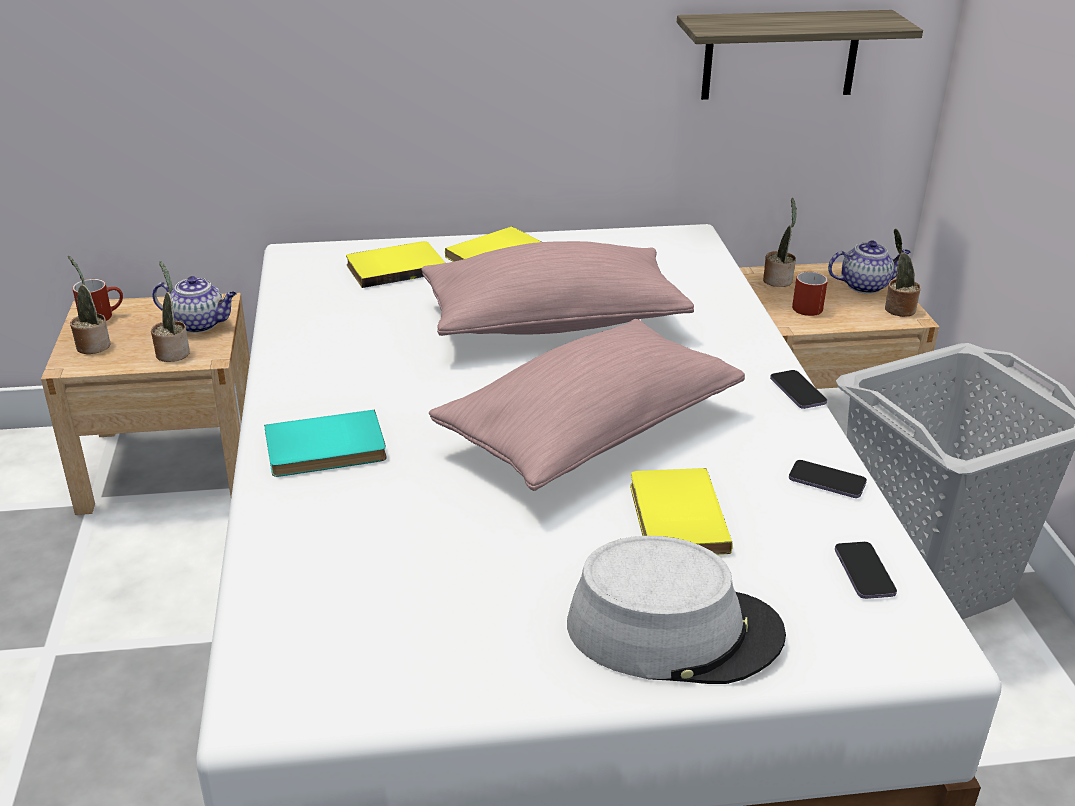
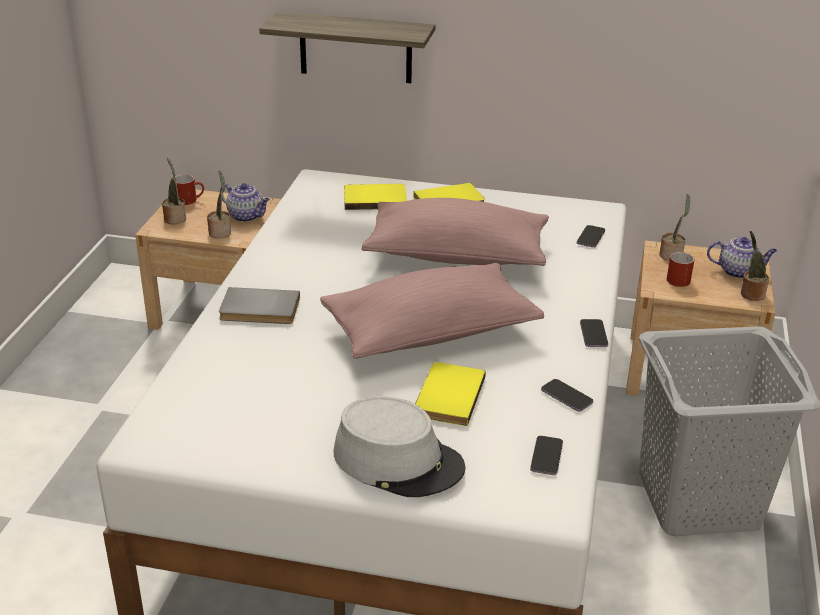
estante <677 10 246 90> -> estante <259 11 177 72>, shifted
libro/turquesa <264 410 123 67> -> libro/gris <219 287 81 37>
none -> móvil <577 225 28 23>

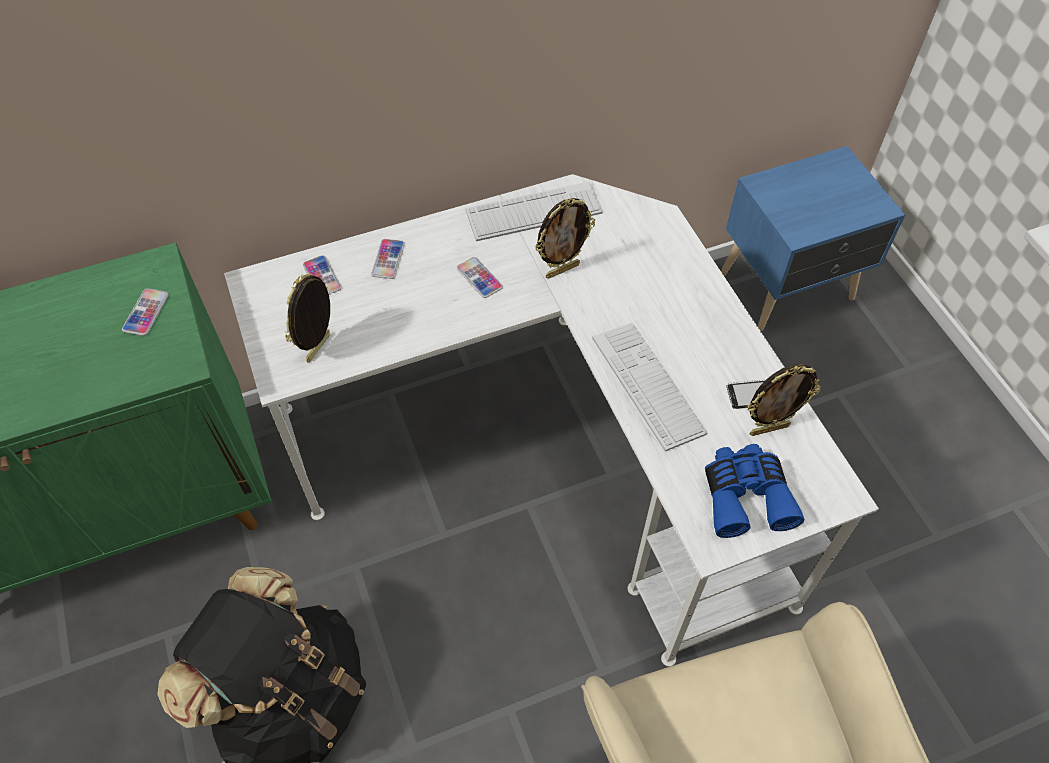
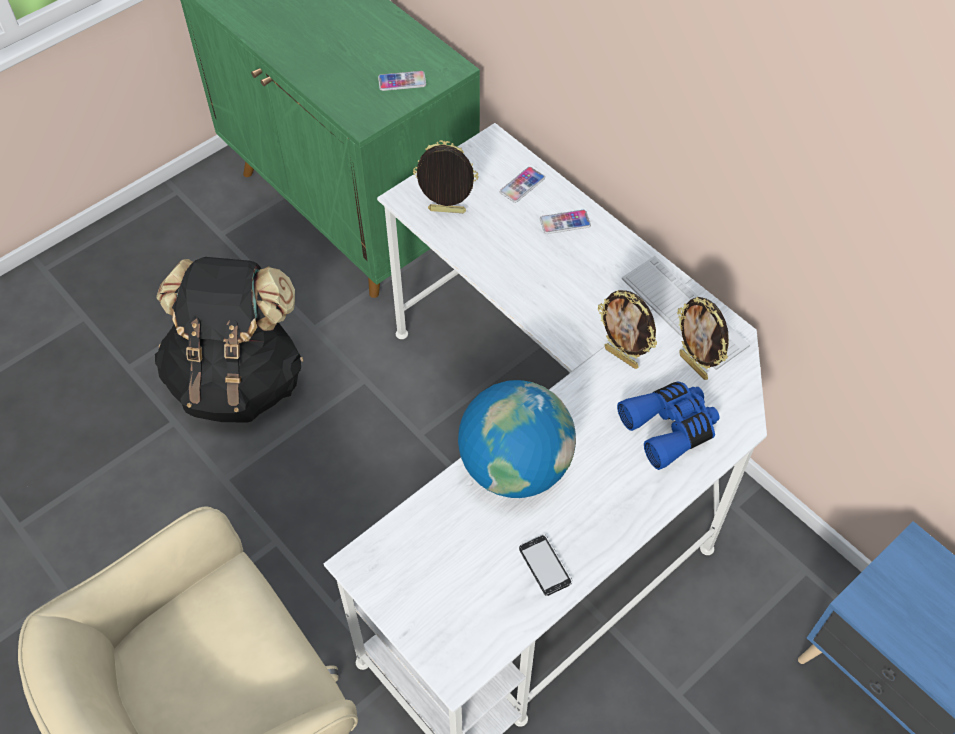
móvil <457 257 46 41> -> none
teclado <592 322 116 129> -> globo terráqueo <458 380 118 118>
portarretratos <747 364 74 72> -> portarretratos <677 297 52 83>, shifted
prismáticos/azul <705 444 99 94> -> prismáticos/azul <617 381 103 89>, shifted

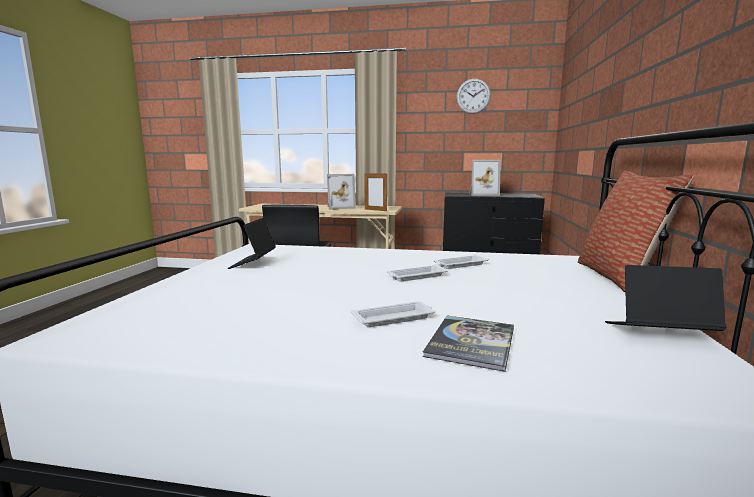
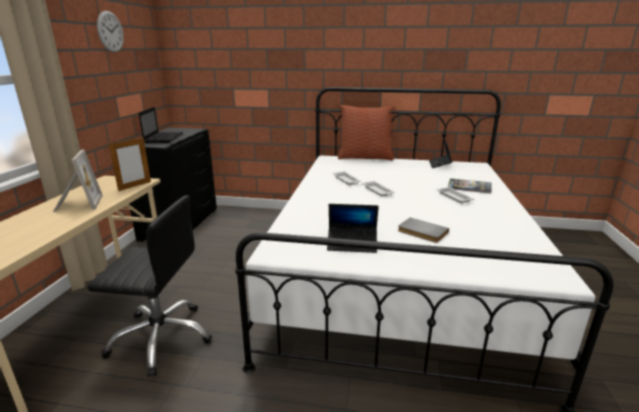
portarretratos <469 160 32 36> -> portátil <139 107 44 36>
none -> libro/gris <398 217 51 26>

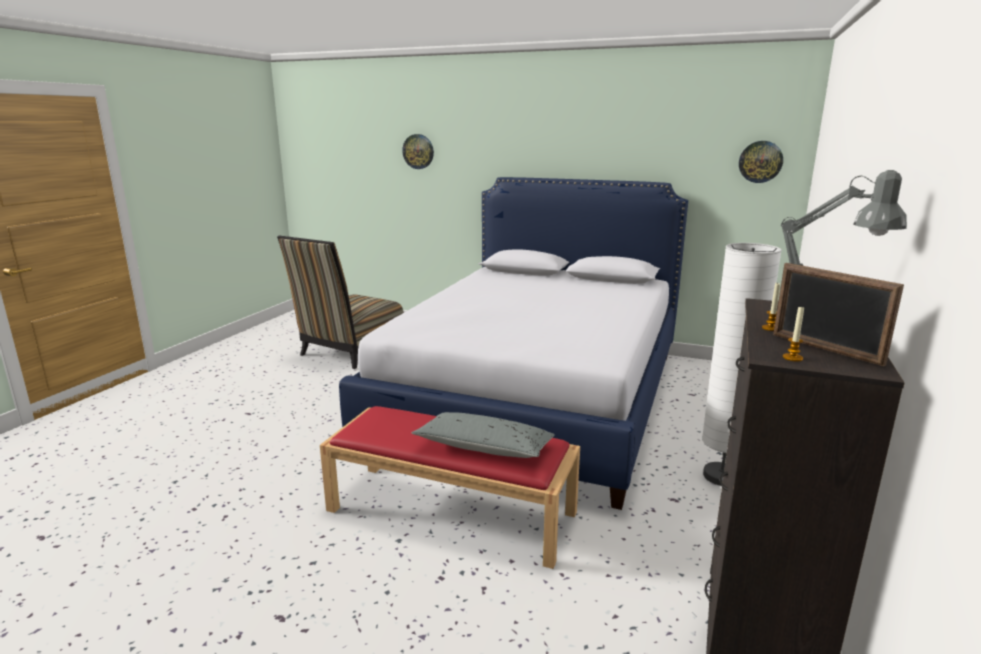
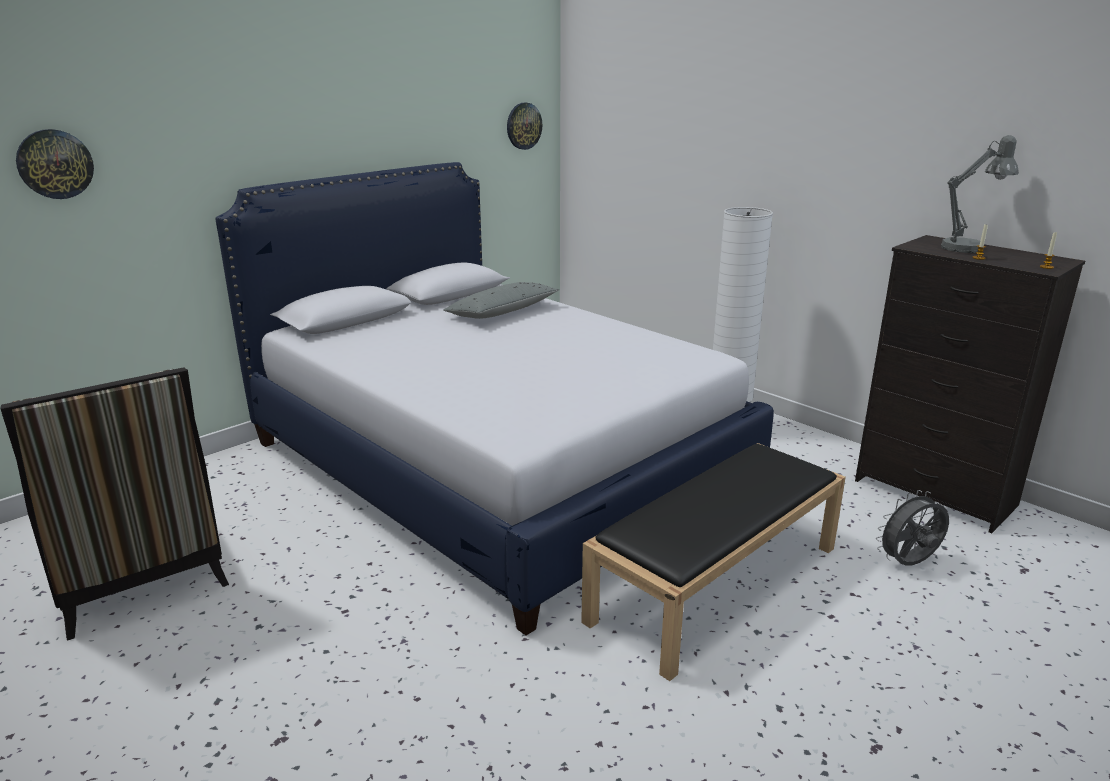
portarretratos <773 263 131 103> -> none
banco/rojo <320 406 260 163> -> banco/negro <581 443 265 238>
cojín/gris <412 412 143 46> -> cojín/gris <443 282 116 37>, shifted
none -> ventilador/gris <876 490 73 75>

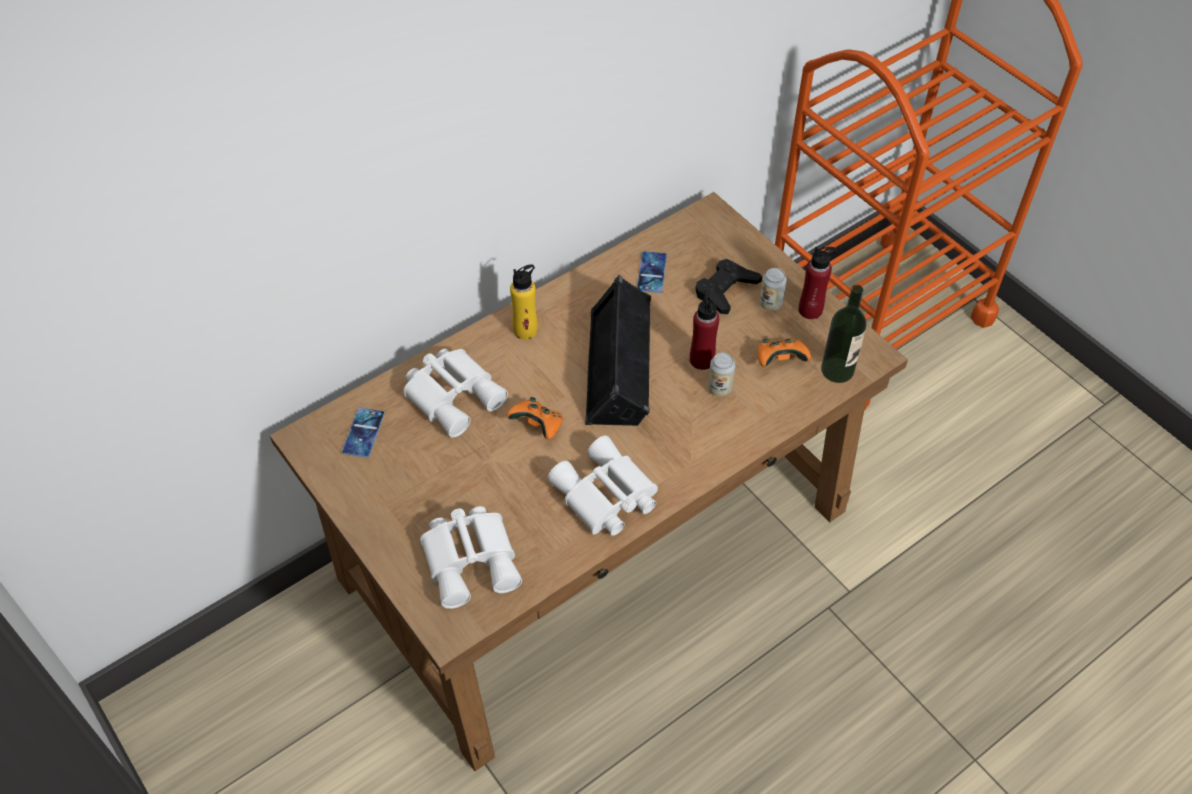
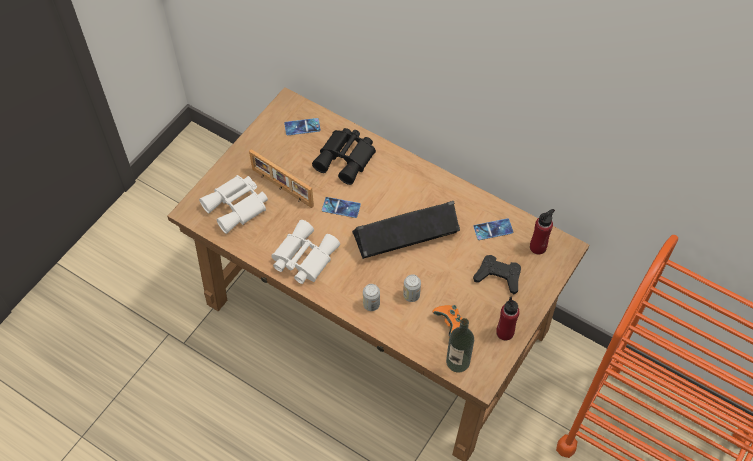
botella/amarillo <510 264 28 76> -> none
lata <759 268 28 43> -> lata <363 284 17 27>, shifted
botella/rojo <690 290 29 80> -> botella/rojo <530 209 25 45>, shifted
prismáticos/blanco <403 349 105 89> -> prismáticos/negro <312 128 64 57>
mando de consola/naranja <507 397 56 43> -> móvil <322 197 39 21>
none -> portarretratos <249 149 65 59>

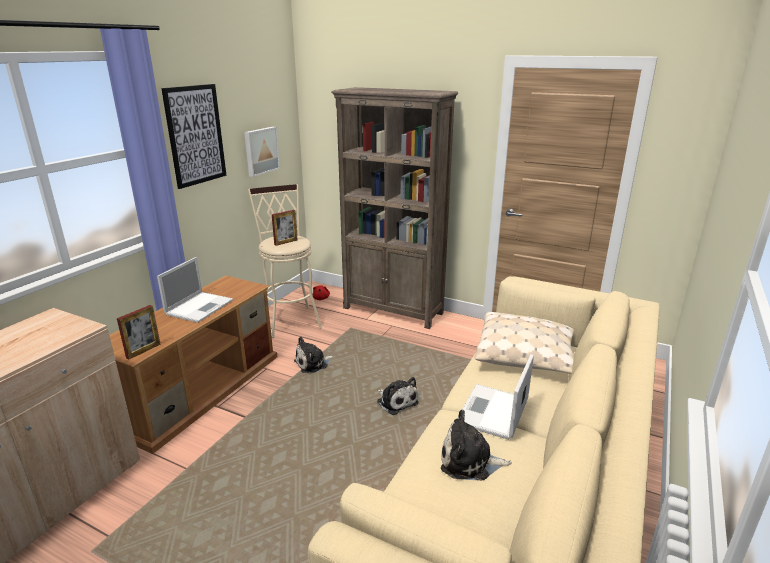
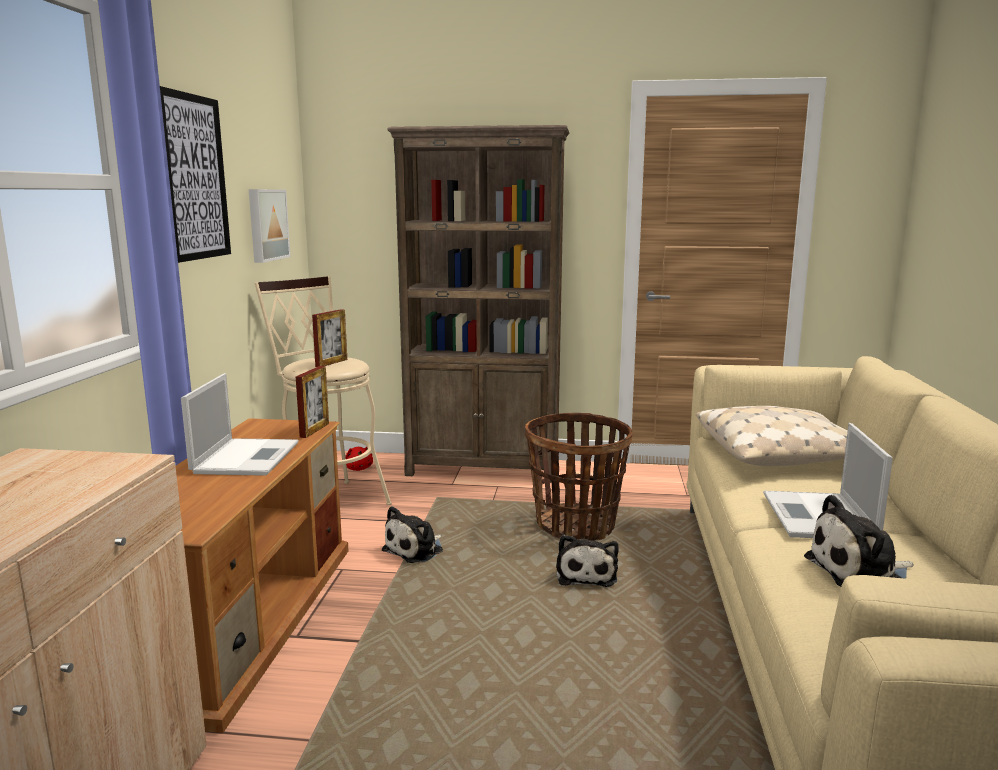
portarretratos <117 305 44 54> -> portarretratos <296 366 33 72>, shifted
peluche <377 377 42 38> -> peluche <556 535 63 52>, 60 degrees clockwise
none -> cesta <525 413 108 128>

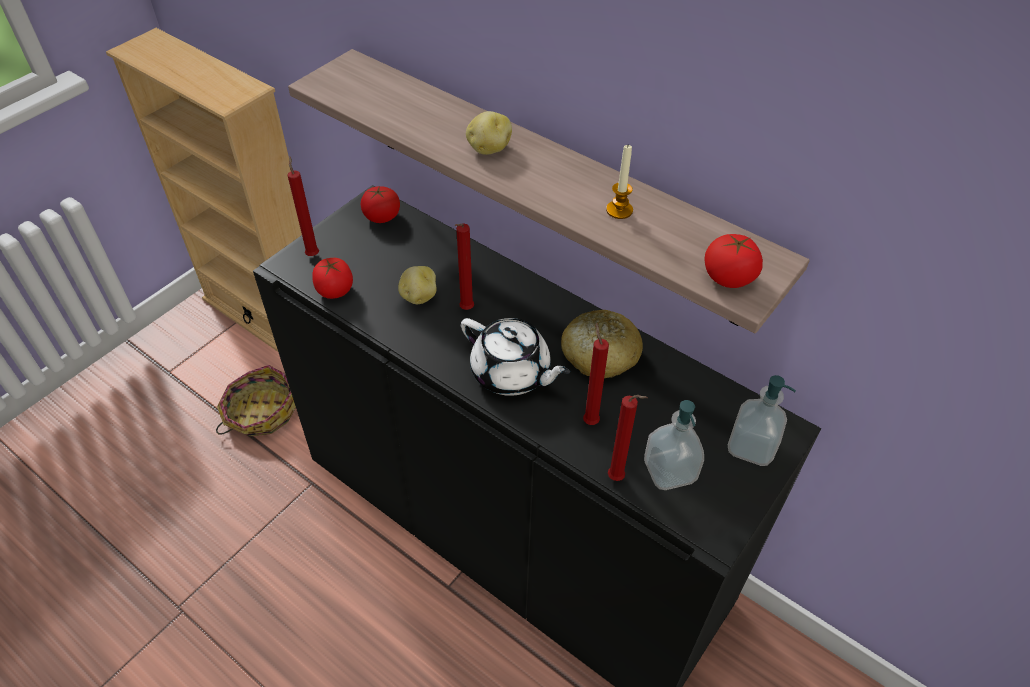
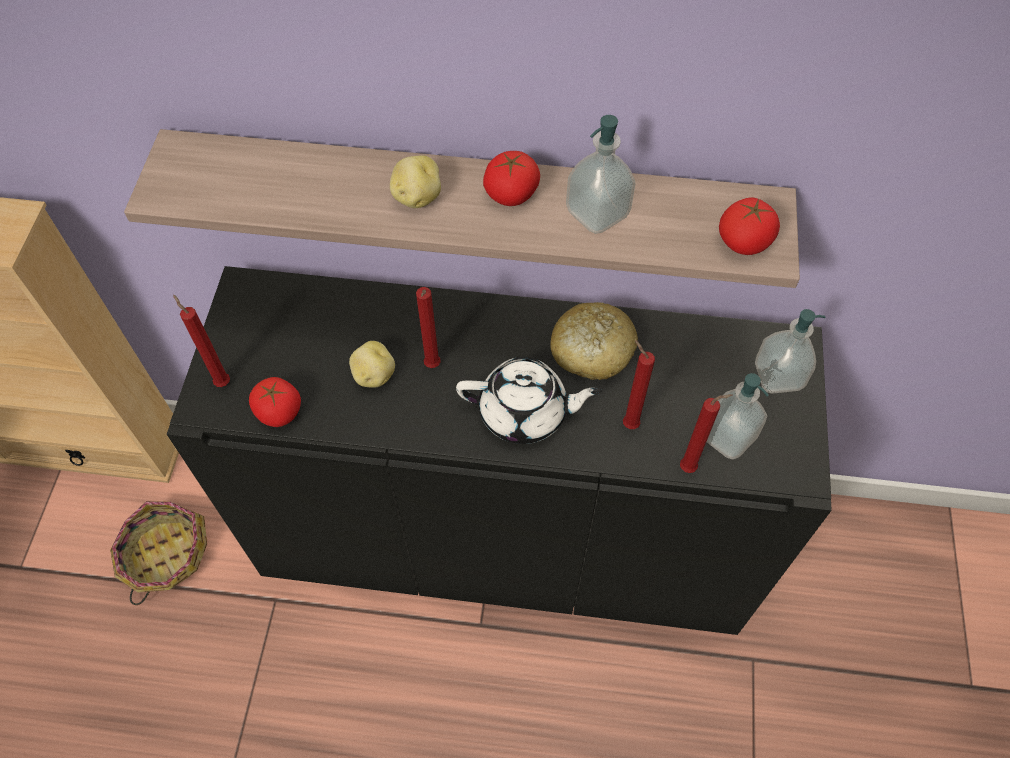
vela <606 145 27 74> -> dispensador de jabón <566 115 70 119>
tomate <361 186 39 37> -> tomate <483 151 57 55>, shifted

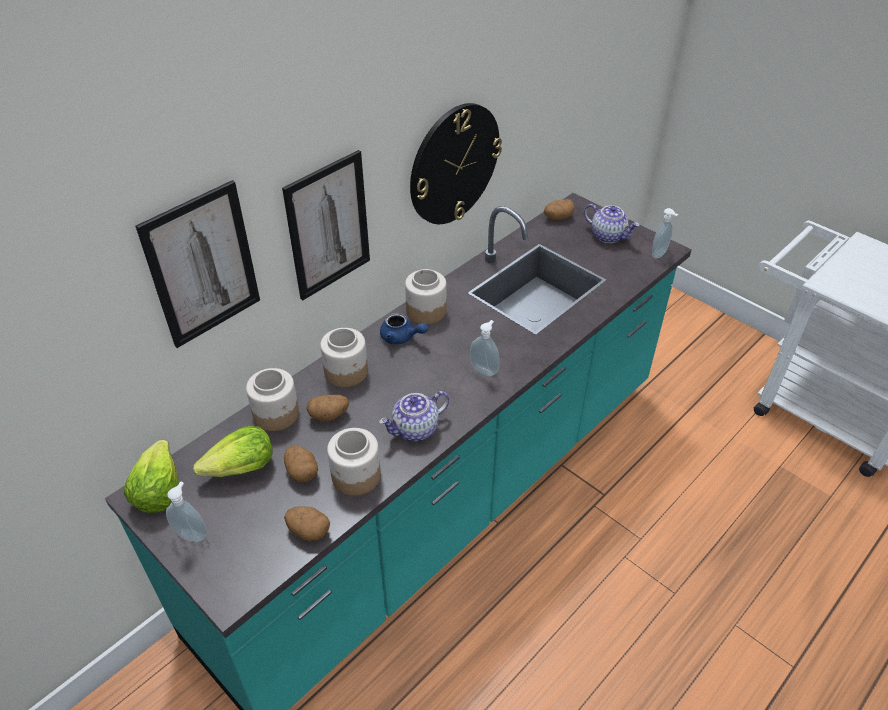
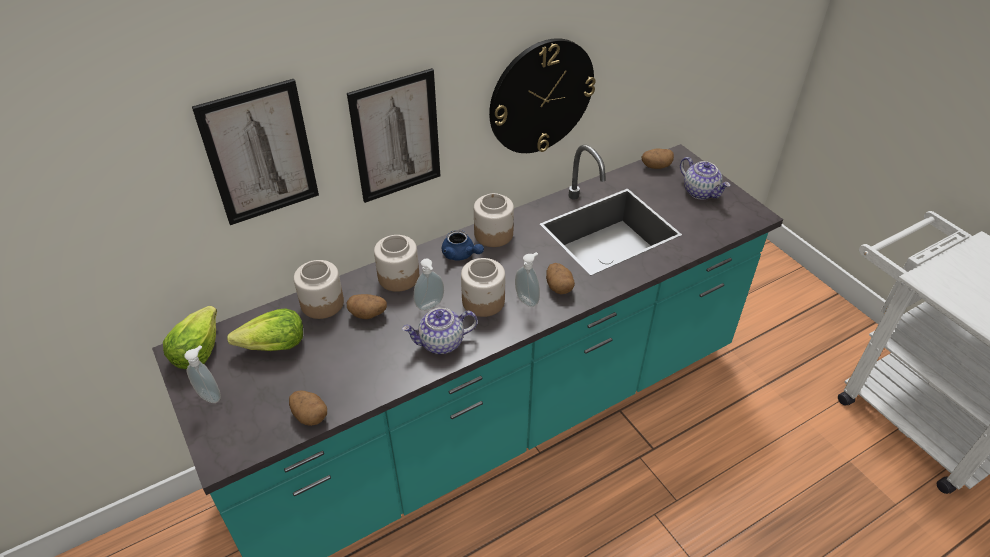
dispensador de jabón <652 208 26 50> -> dispensador de jabón <414 258 30 53>, shifted
tarro <327 428 54 68> -> tarro <461 258 44 59>, shifted
patata <284 446 34 36> -> patata <546 263 29 31>, shifted

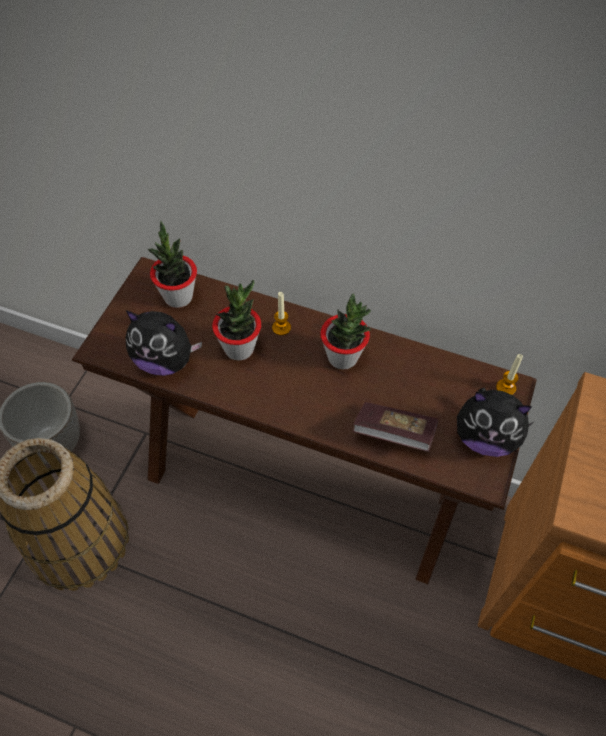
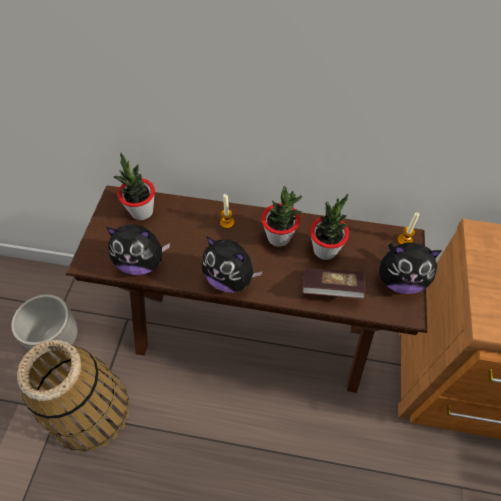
planta en maceta <212 280 49 81> -> planta en maceta <310 194 39 66>, shifted
none -> peluche <202 236 61 56>

